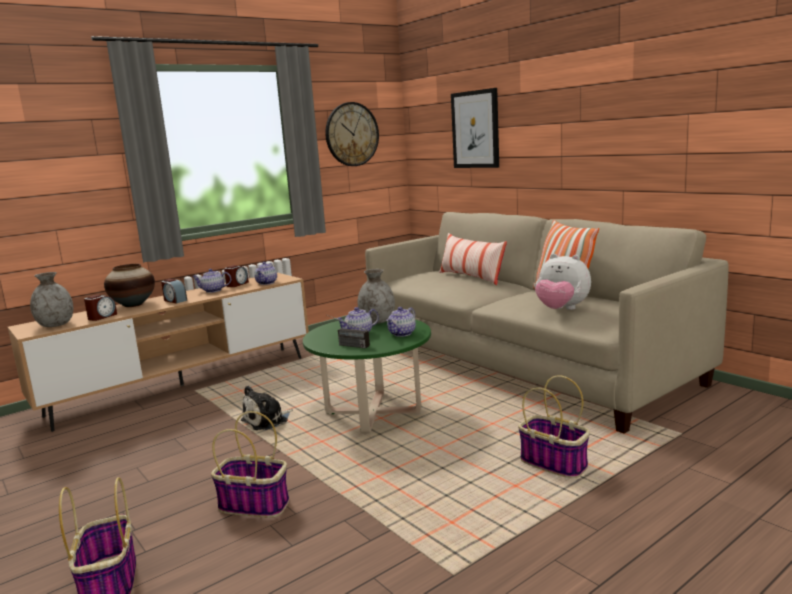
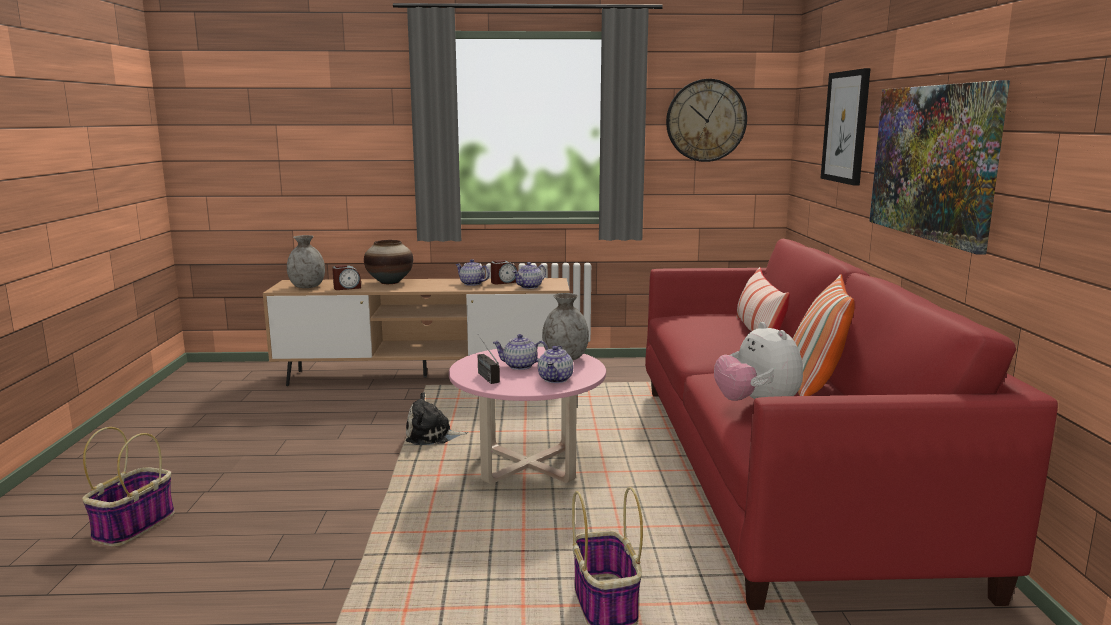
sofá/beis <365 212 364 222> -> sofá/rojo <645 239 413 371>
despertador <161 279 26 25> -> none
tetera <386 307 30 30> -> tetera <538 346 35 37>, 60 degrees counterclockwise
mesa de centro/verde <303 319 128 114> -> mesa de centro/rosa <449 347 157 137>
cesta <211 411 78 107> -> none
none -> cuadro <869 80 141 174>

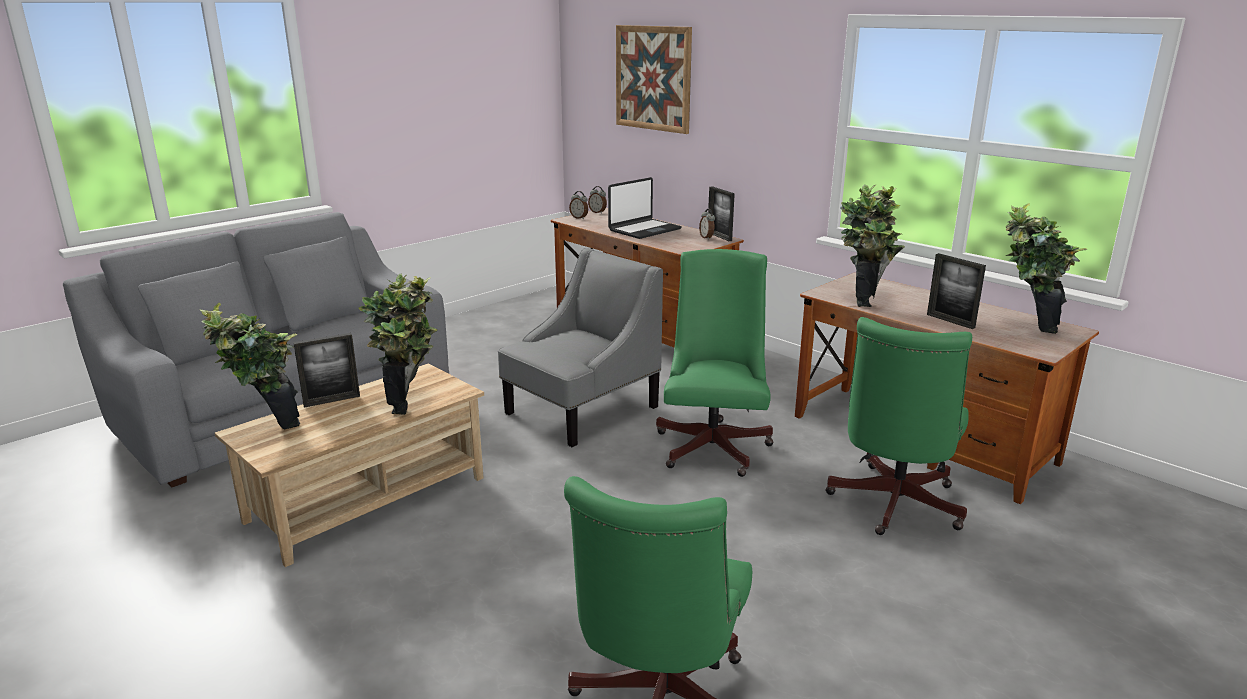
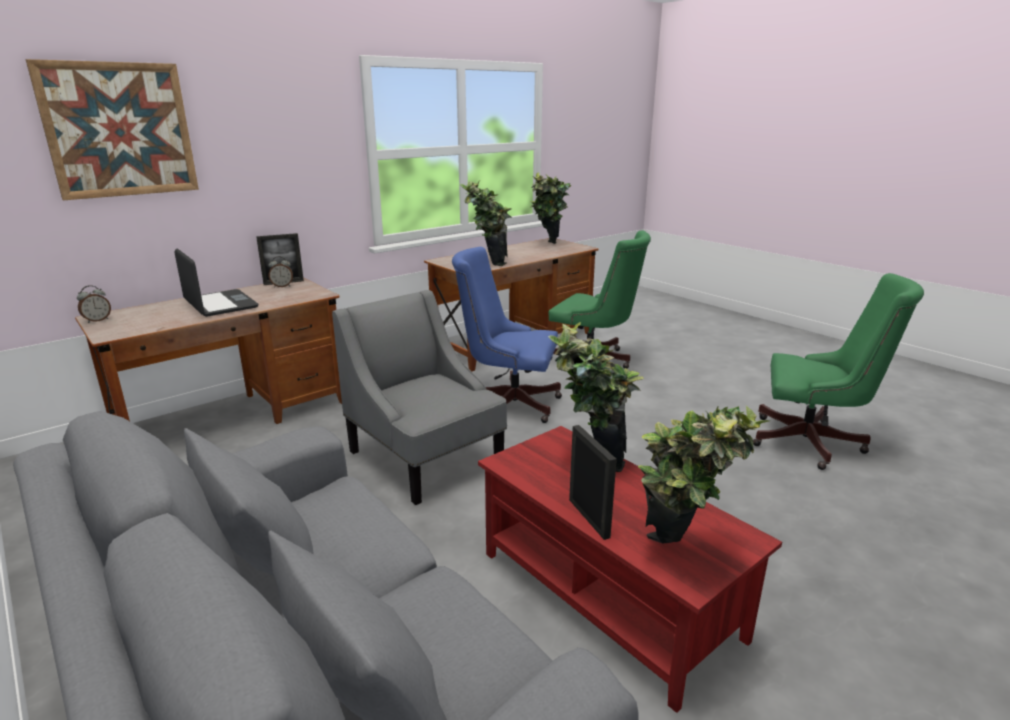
despertador <569 191 19 28> -> none
silla de oficina/verde <656 249 118 228> -> silla de oficina/azul <452 247 110 176>
portarretratos <927 253 59 76> -> none
mesa de centro/beis <215 363 269 204> -> mesa de centro/rojo <478 426 304 287>

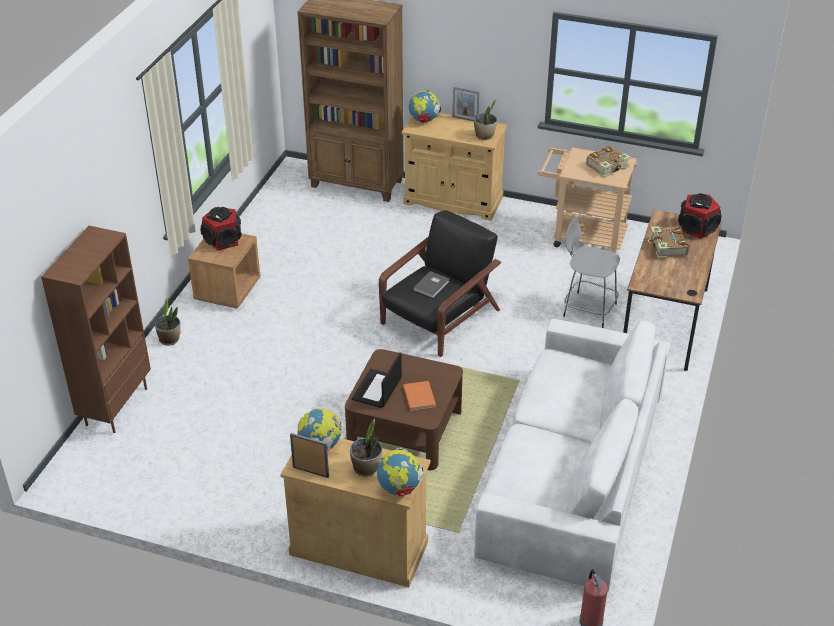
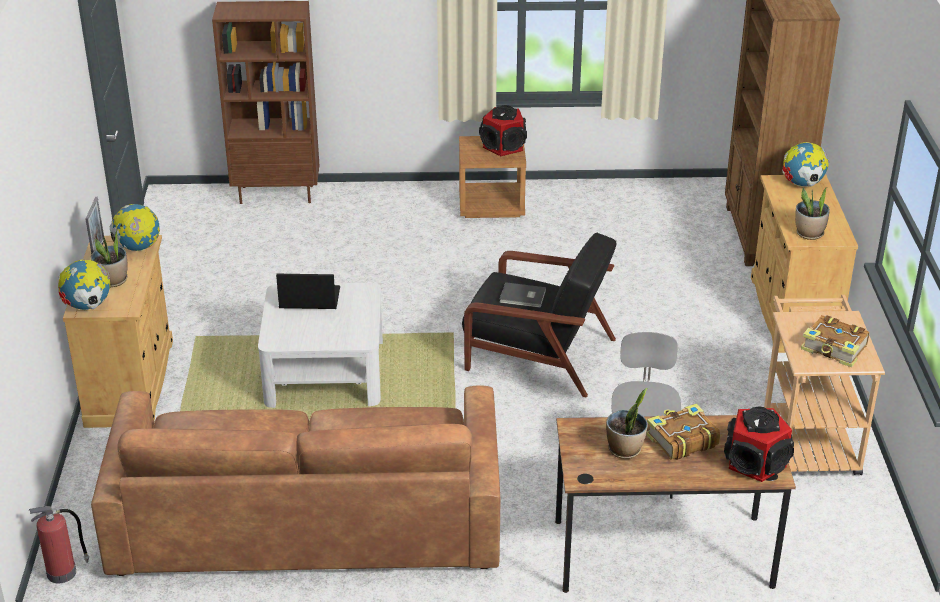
portarretratos <452 87 27 34> -> none
planta en maceta <155 297 26 49> -> planta en maceta <606 388 42 71>, shifted
sofá/blanco <474 319 196 273> -> sofá/marrón <91 385 409 191>
mesa de centro/marrón <345 349 118 121> -> mesa de centro/blanco <258 283 125 125>
libro/naranja <403 381 33 30> -> none

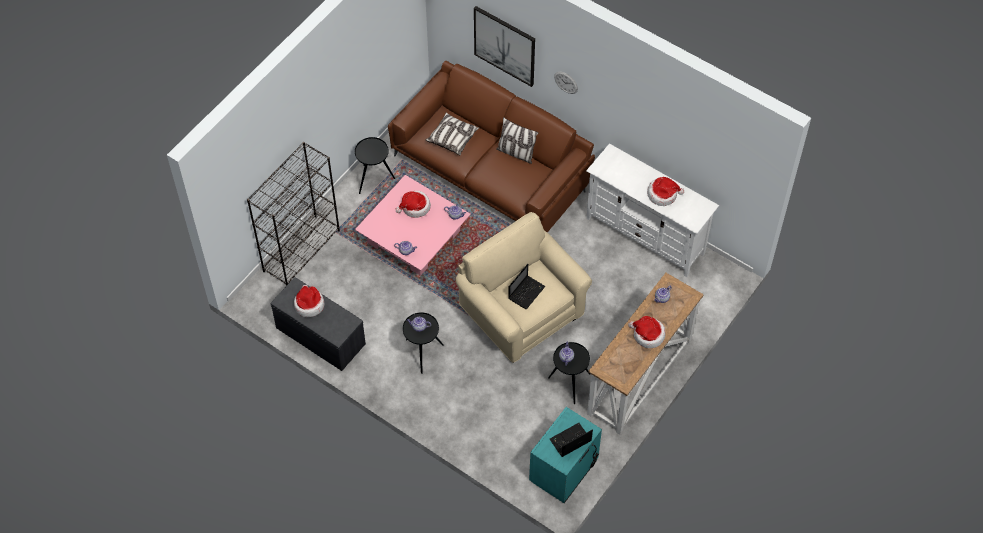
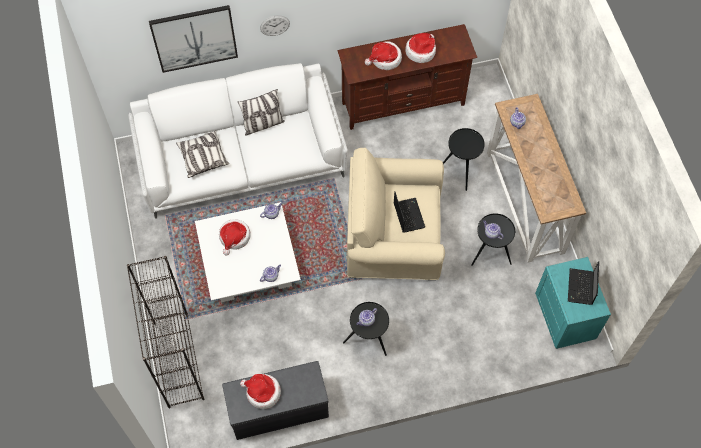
sofá/marrón <388 61 207 171> -> sofá/blanco <128 63 220 156>
mesa auxiliar/negro <355 137 40 57> -> mesa auxiliar/negro <443 128 42 63>, shifted
mueble de televisión/blanco <586 143 133 134> -> mueble de televisión/marrón <337 24 140 106>
mesa de centro/rosa <355 175 116 101> -> mesa de centro/blanco <195 202 106 100>
sombrero <628 316 38 32> -> sombrero <365 42 37 28>, shifted

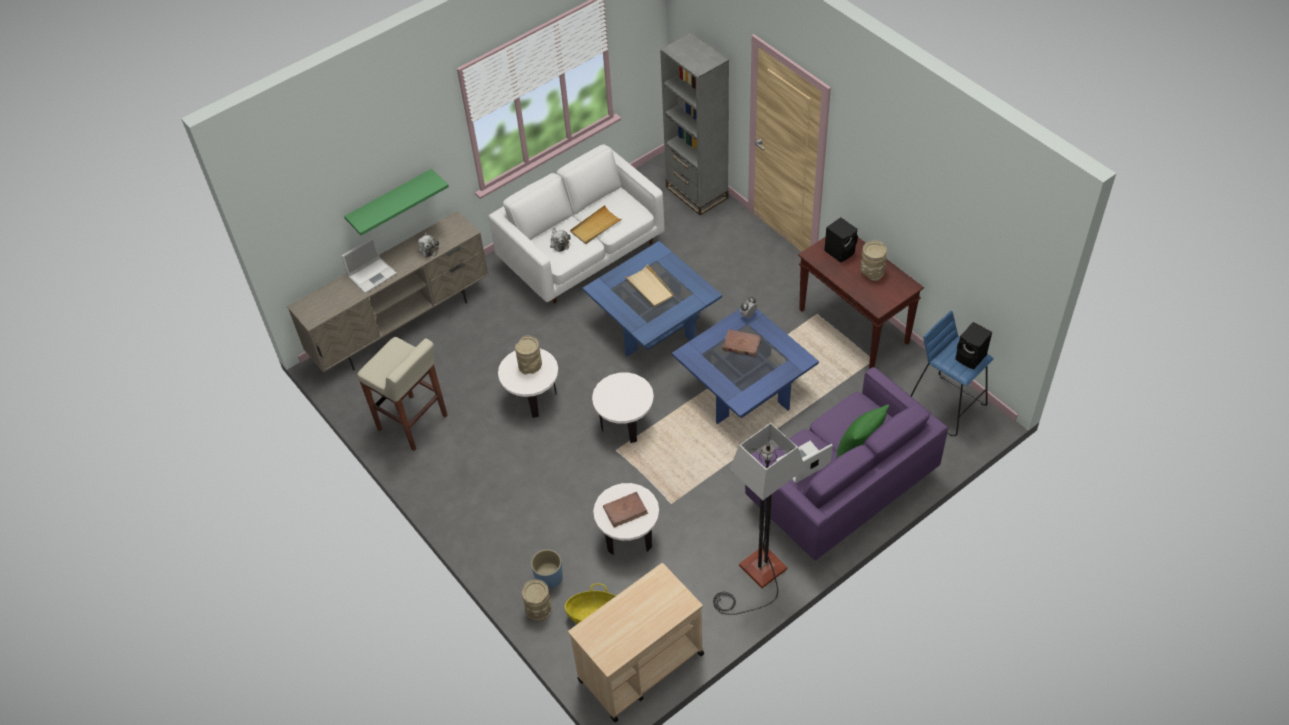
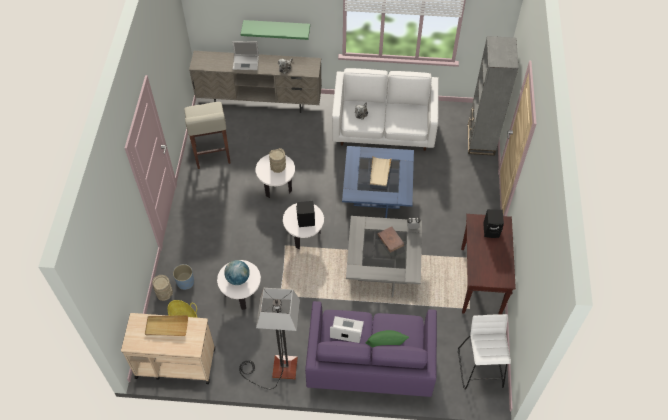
bandeja/beis <570 205 52 39> -> bandeja/beis <145 315 43 21>, shifted
florero/beis <860 240 27 41> -> none
mesa de centro/azul <672 308 147 116> -> mesa de centro/gris <346 216 76 82>
taburete/azul <910 311 84 126> -> taburete/blanco <458 314 53 76>
altavoz/negro <955 322 37 47> -> altavoz/negro <296 201 19 26>, shifted
libro/marrón <603 492 45 36> -> globo terráqueo <224 260 26 25>

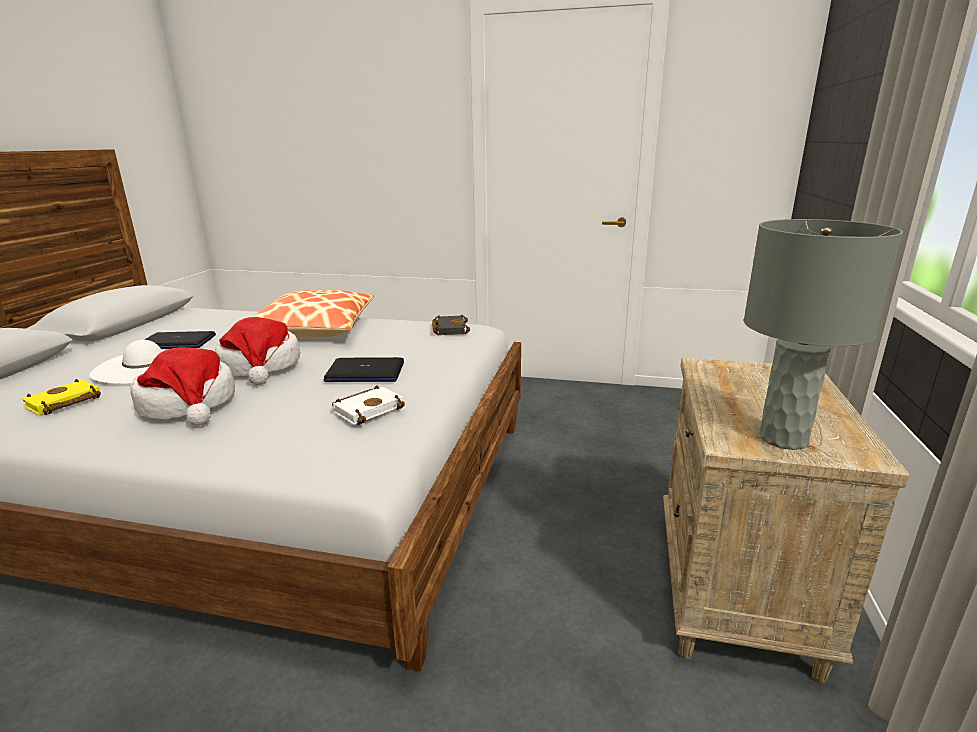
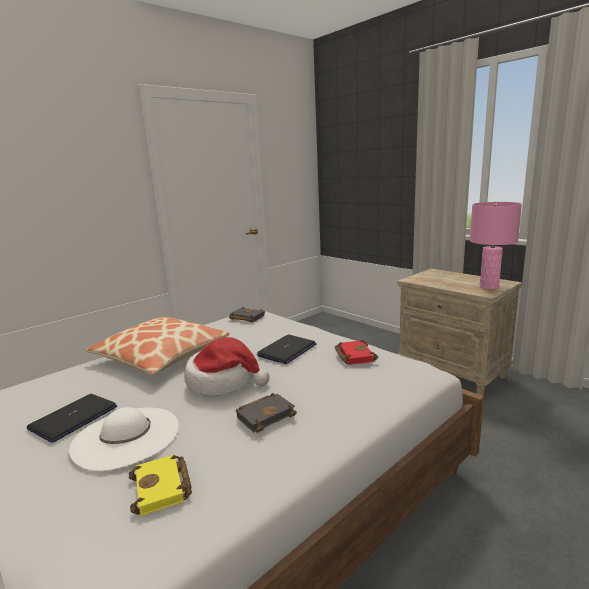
lámpara de mesa/gris <743 219 160 231> -> lámpara de mesa/rosa <470 202 52 87>
sombrero <130 347 105 79> -> libro/negro <236 393 61 40>
libro/blanco <332 385 73 40> -> libro/rojo <335 340 43 25>

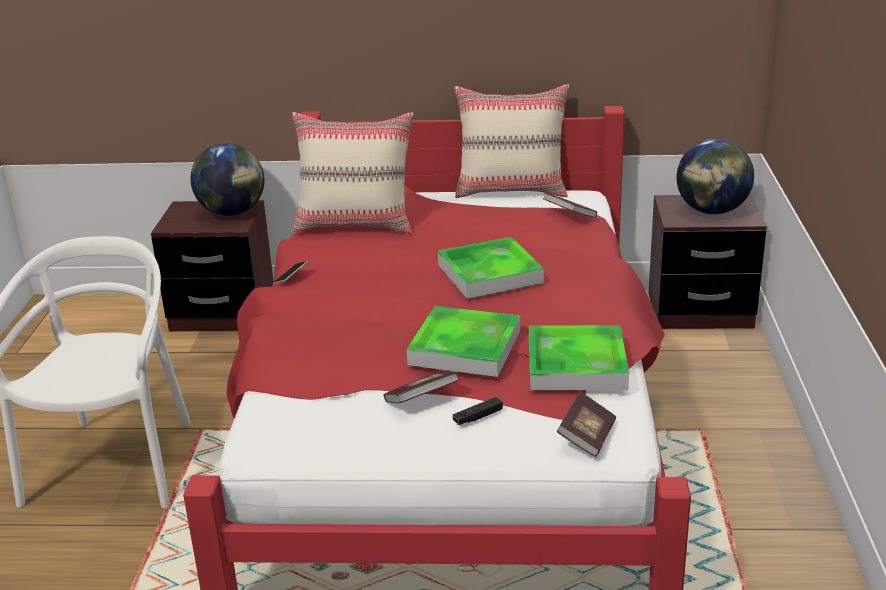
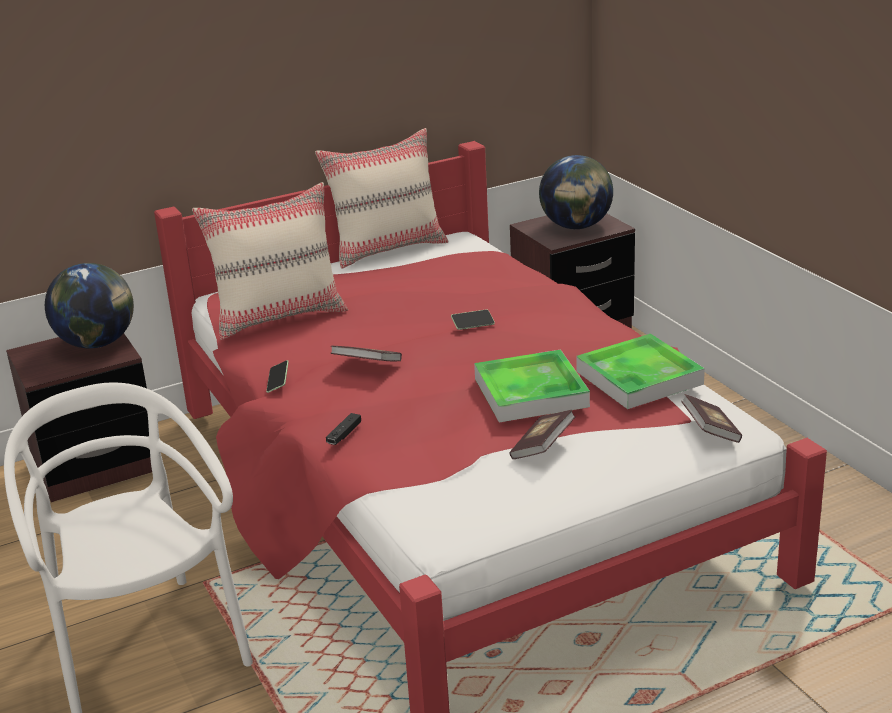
libro <543 193 54 25> -> libro <331 346 71 15>, shifted
bandeja <438 237 106 62> -> móvil <451 309 44 21>
mando de consola/negro <453 397 50 28> -> mando de consola/negro <326 413 35 32>, shifted

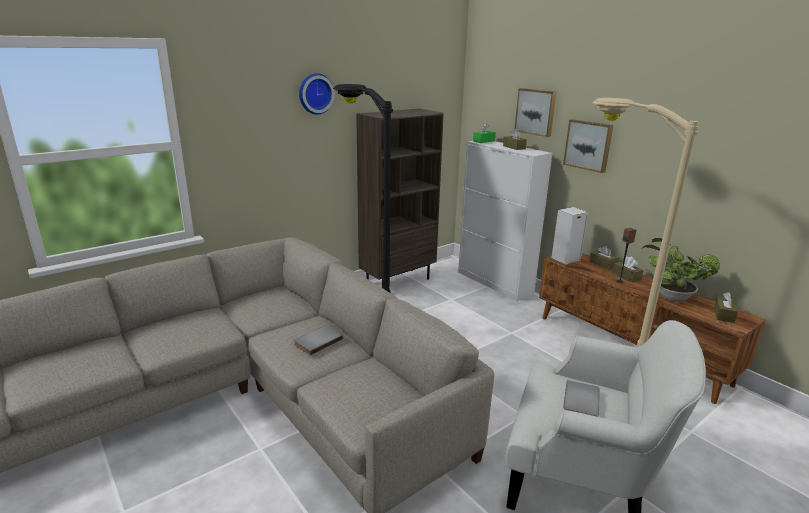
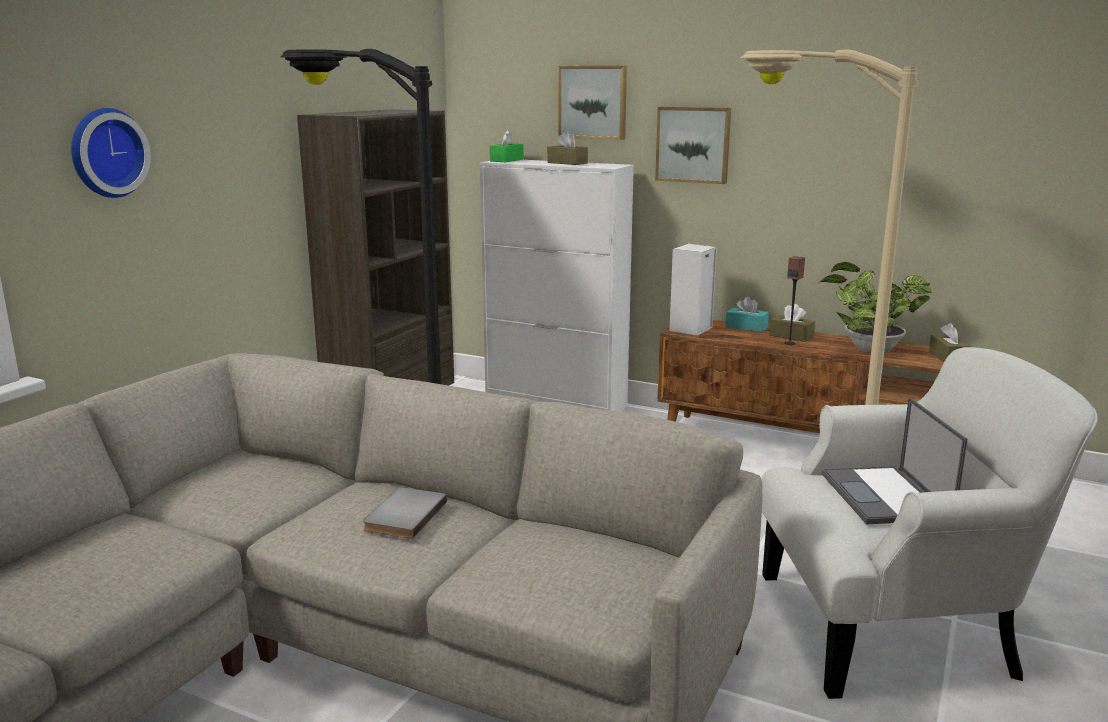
reloj de pared <299 73 36 42> -> reloj de pared <71 108 80 90>, shifted
caja de pañuelos/marrón <589 246 30 24> -> caja de pañuelos/turquesa <726 296 43 36>
libro/gris <563 380 37 37> -> portátil <821 397 146 127>

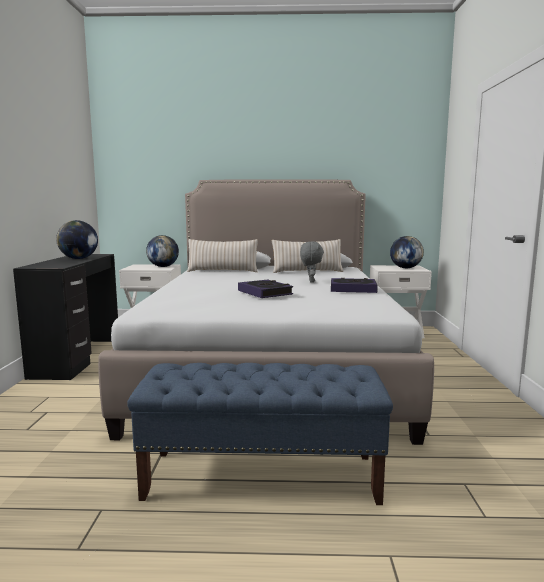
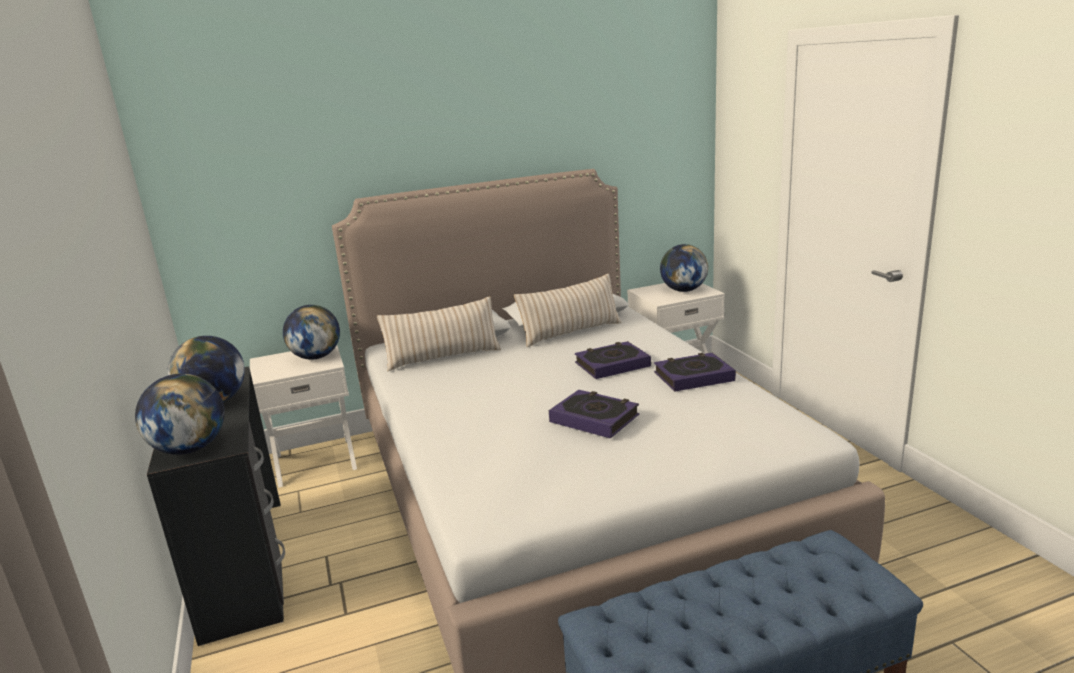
peluche/gris <300 241 24 42> -> libro <575 341 76 38>
none -> globo terráqueo <135 374 90 81>

